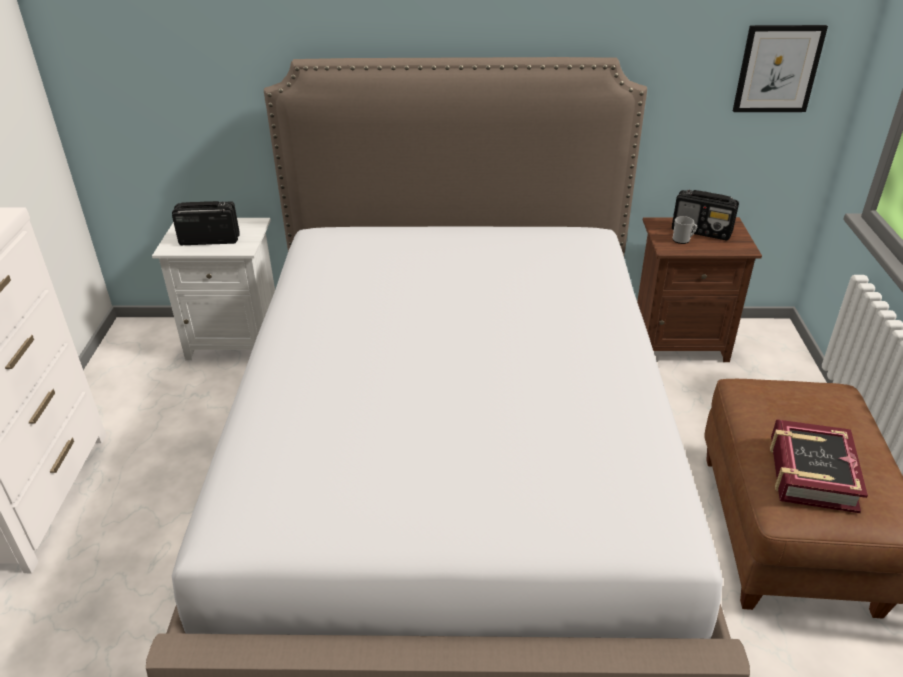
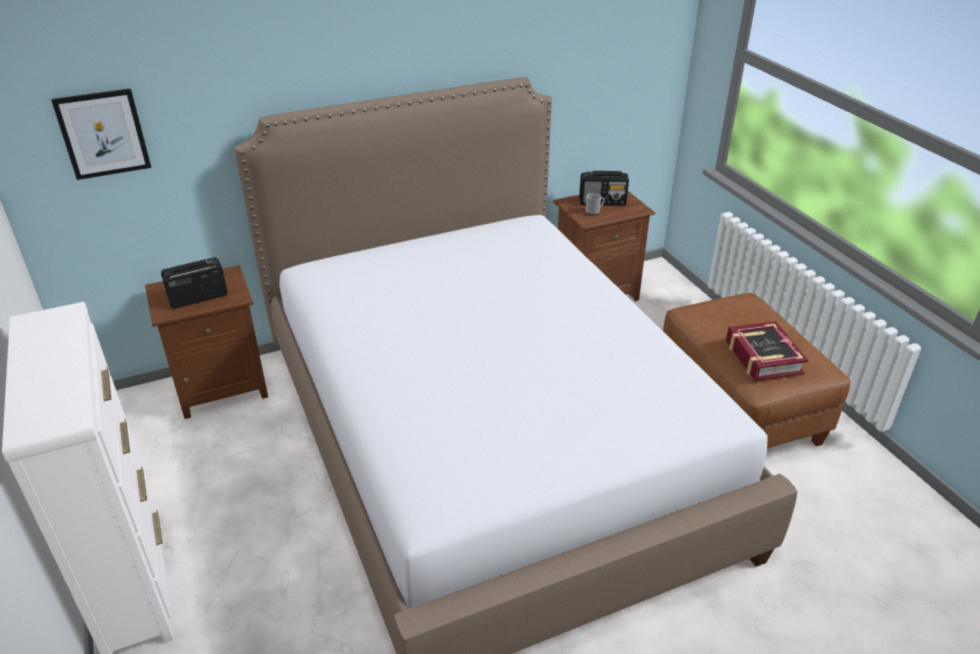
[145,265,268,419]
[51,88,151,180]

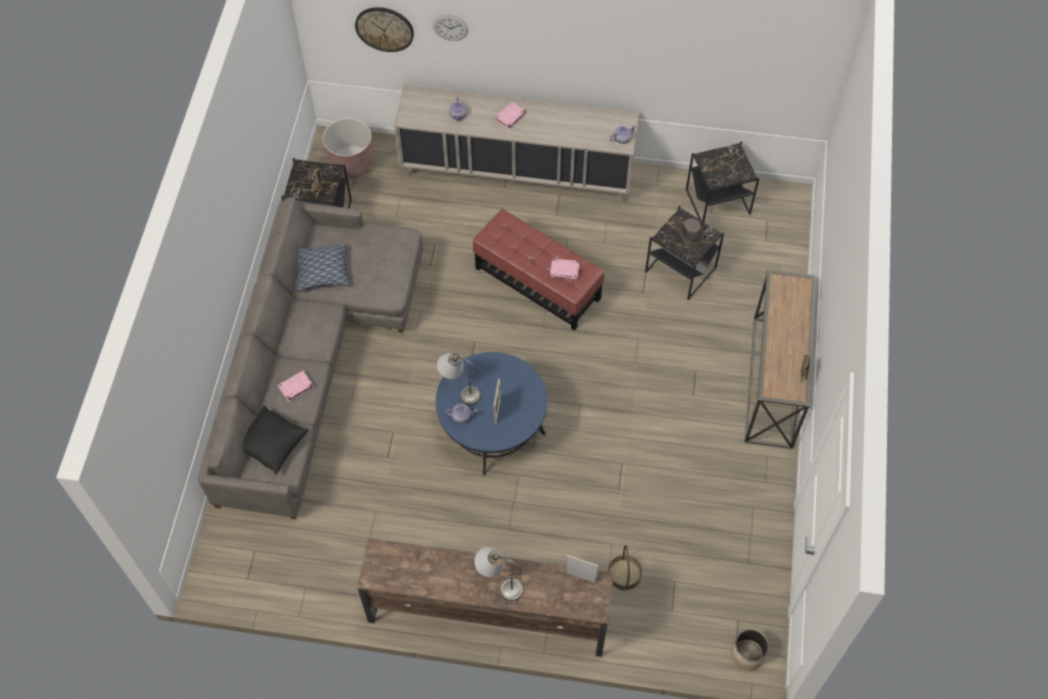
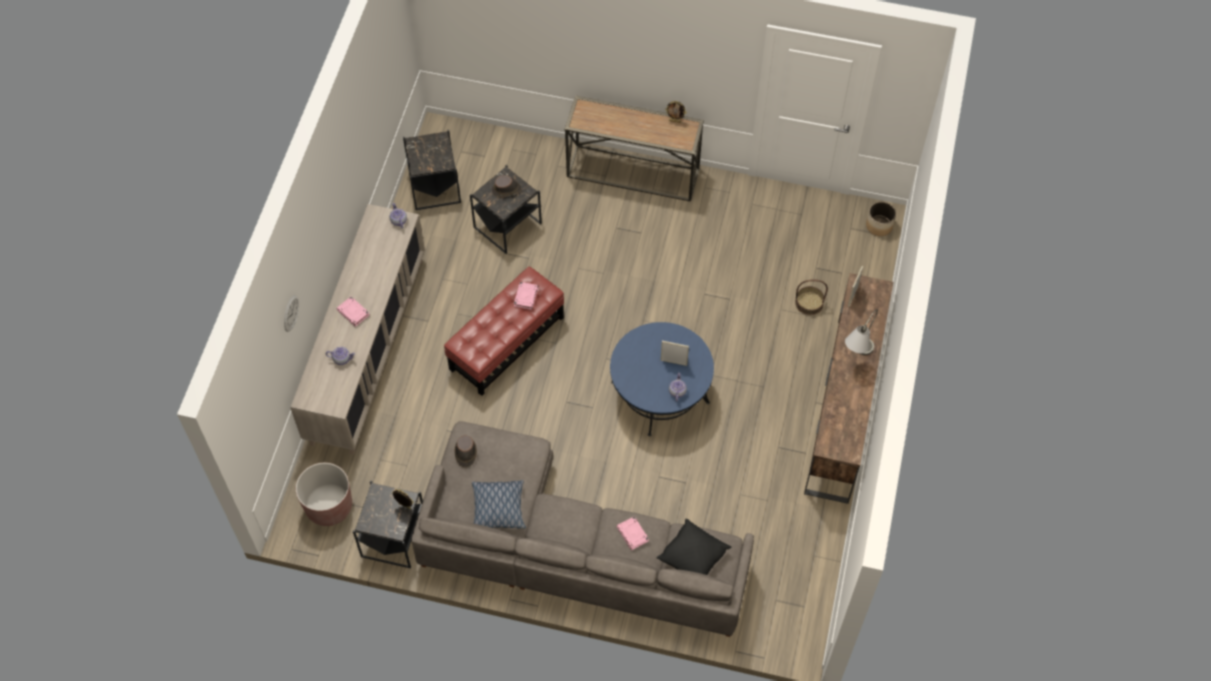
[355,7,414,52] (first image)
[437,353,481,405] (first image)
[454,435,477,468]

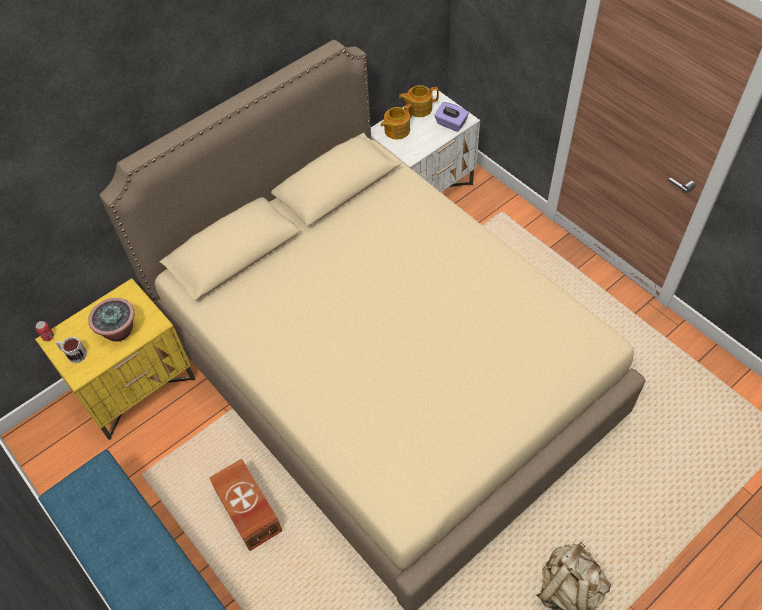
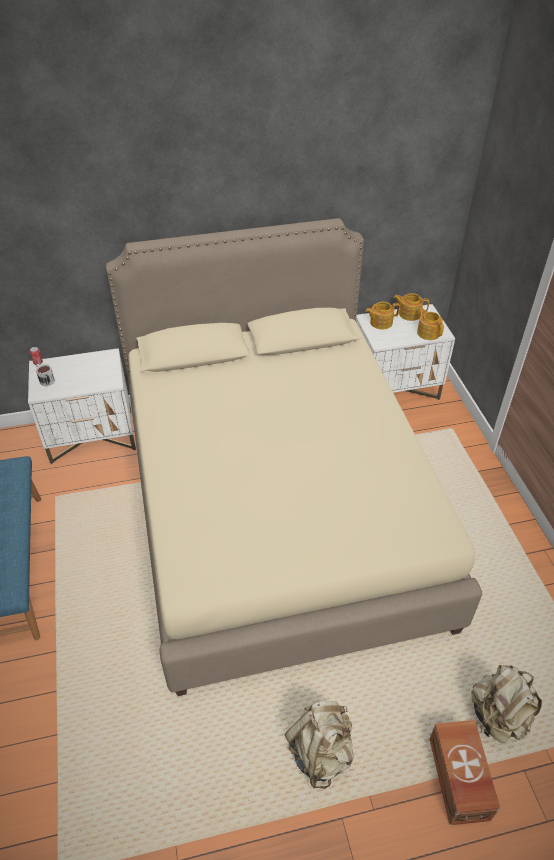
[28,348,136,464]
[88,298,135,341] (first image)
[429,720,500,825]
[417,308,444,340]
[471,665,542,742]

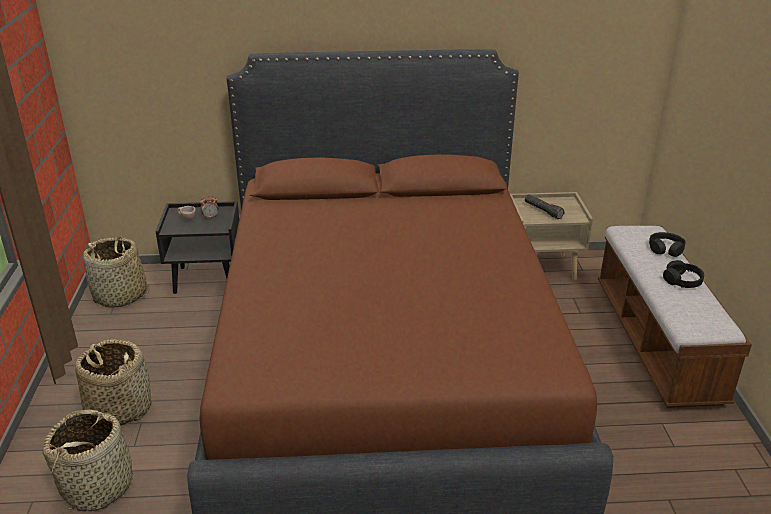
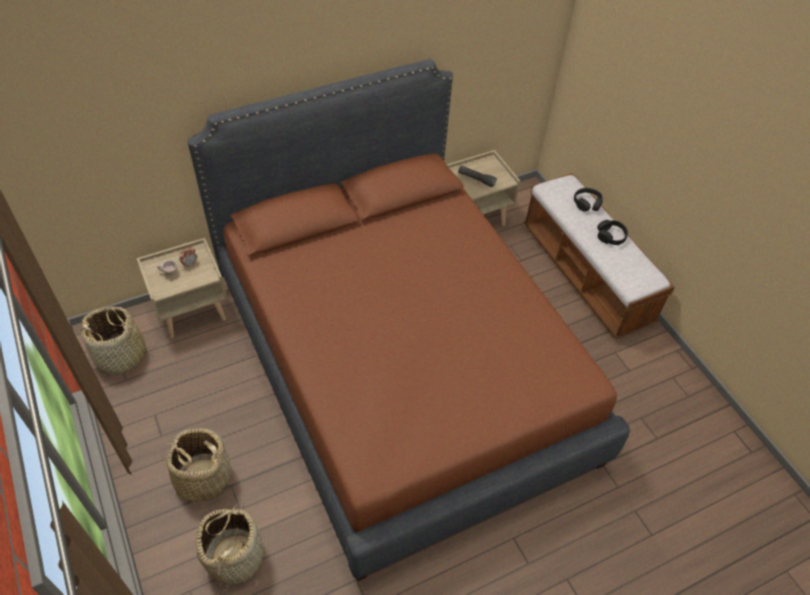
[136,238,227,338]

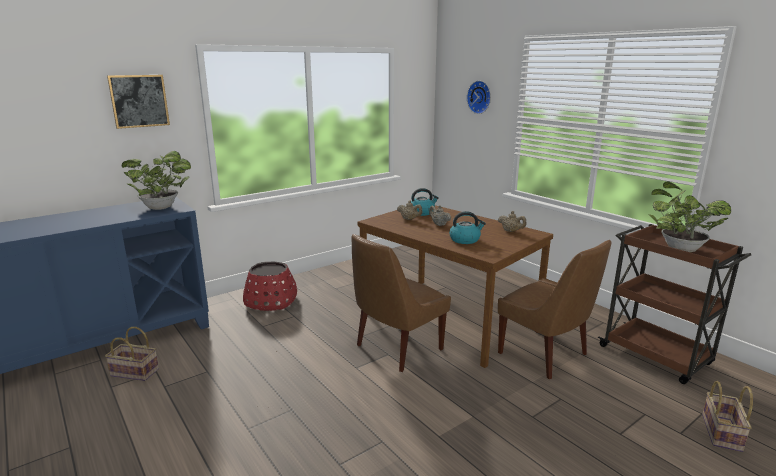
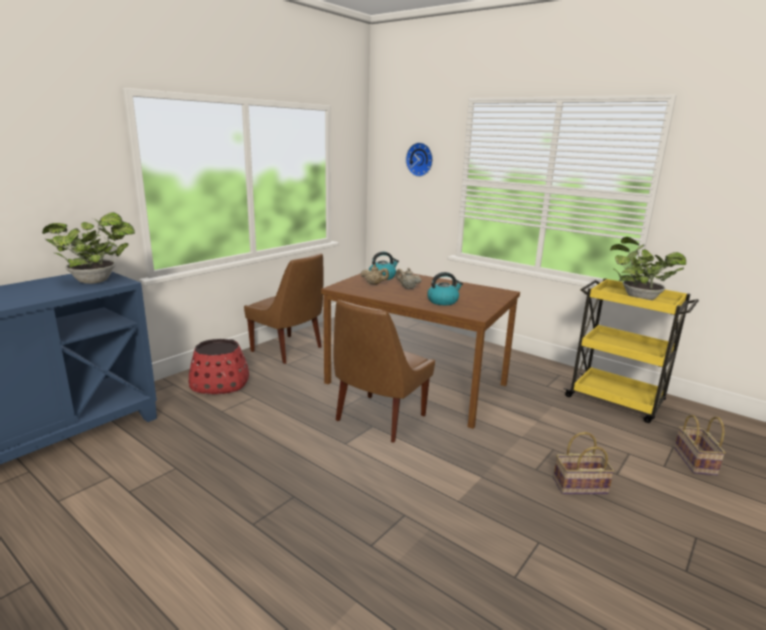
[553,432,615,494]
[107,75,170,129] (first image)
[498,211,527,232] (first image)
[244,253,323,364]
[563,278,699,423]

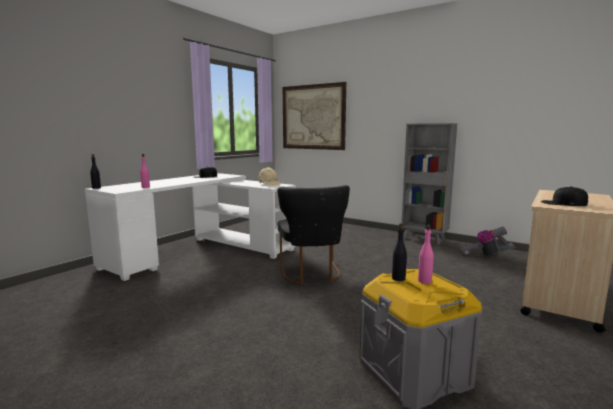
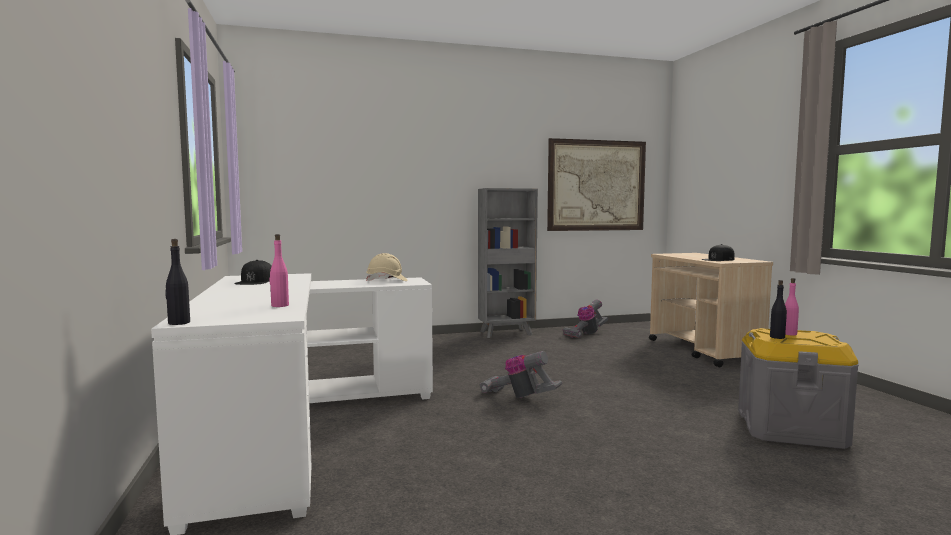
[480,351,562,398]
[547,138,646,231]

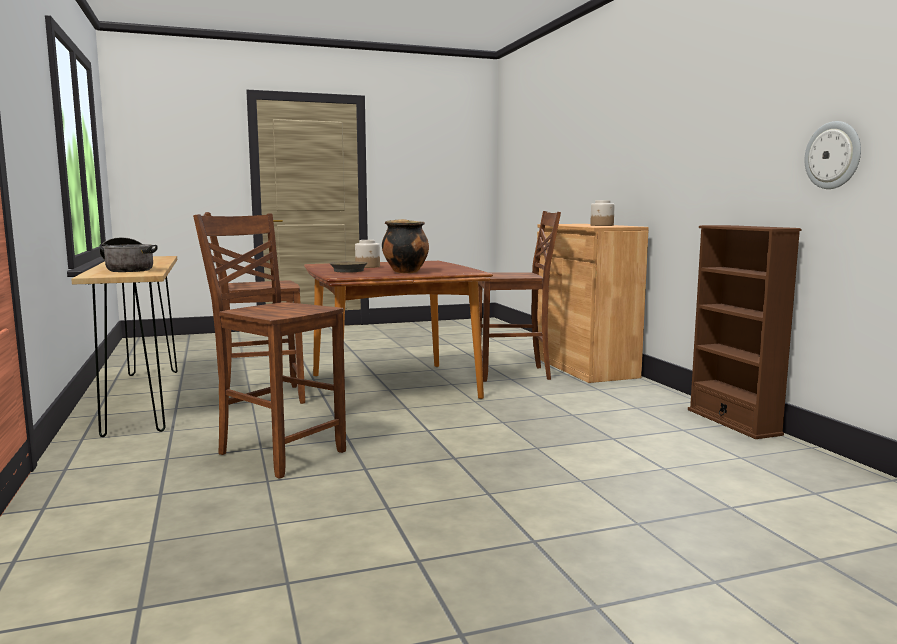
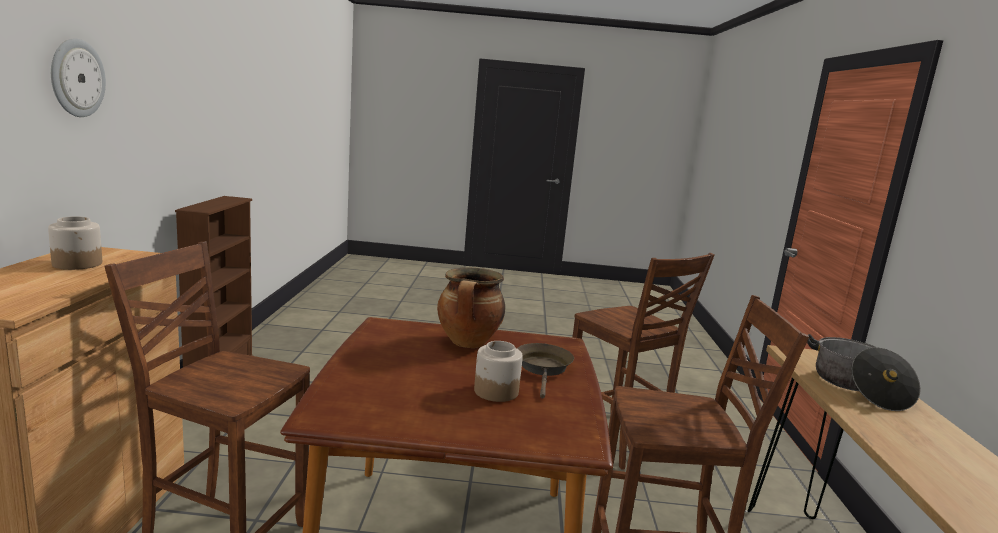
[51,39,106,117]

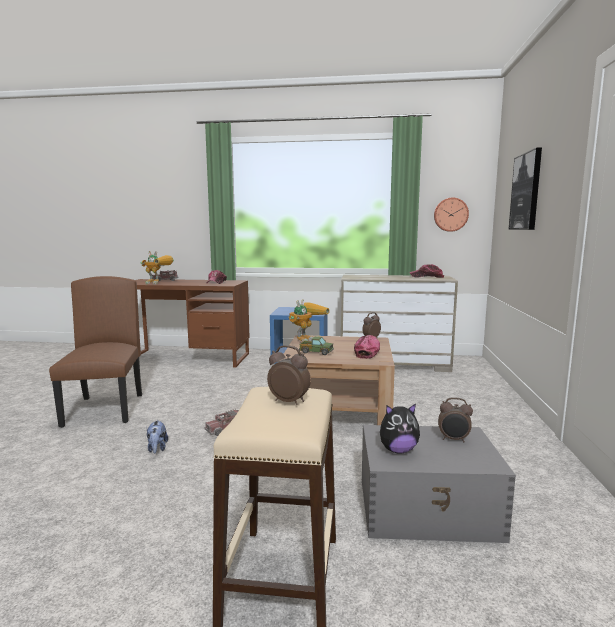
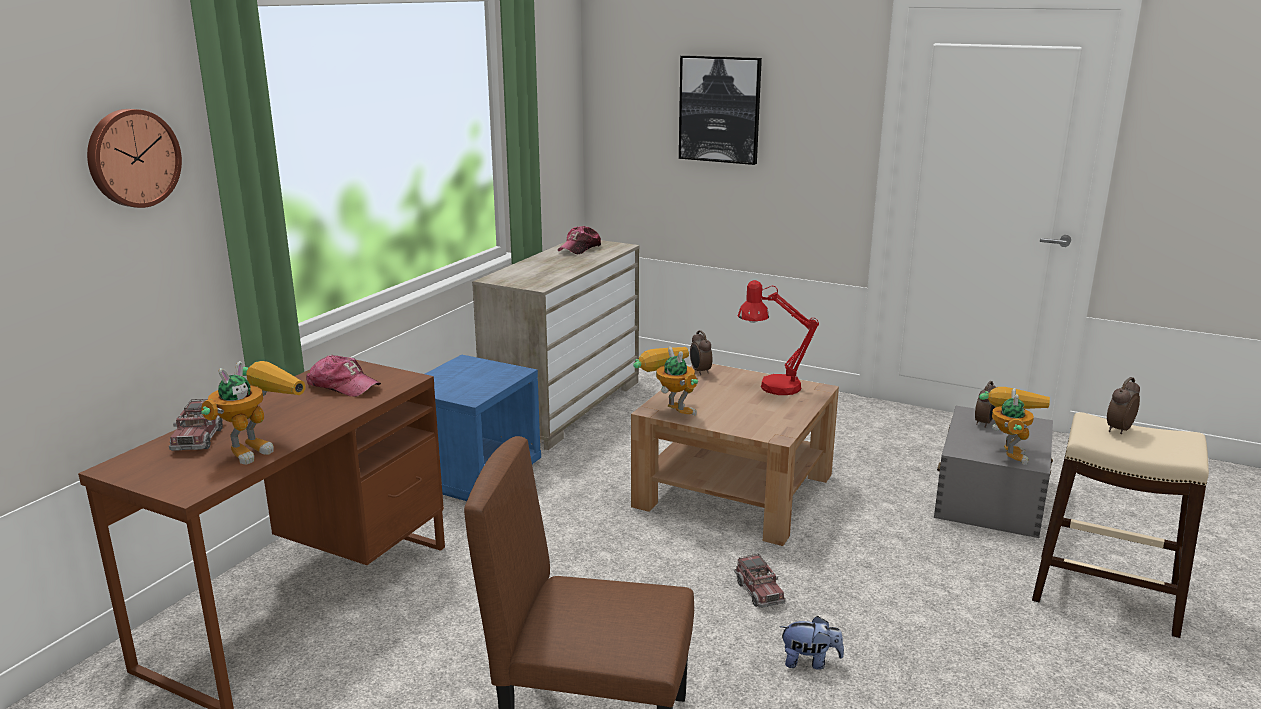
[299,336,334,355] (first image)
[738,280,819,395]
[979,387,1050,465]
[87,109,182,208]

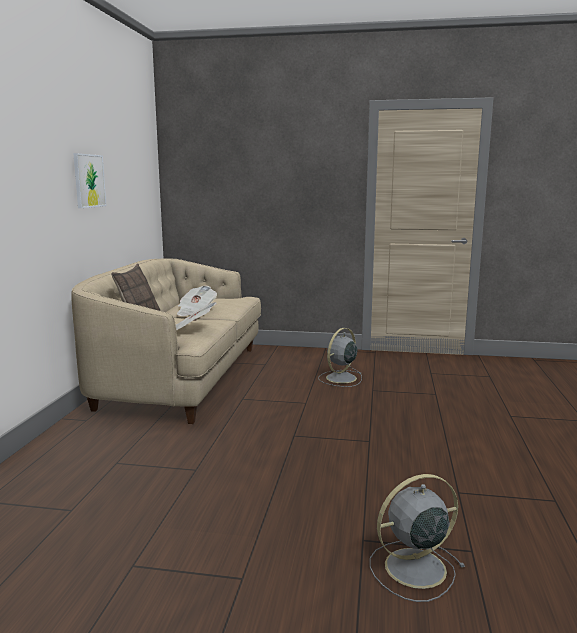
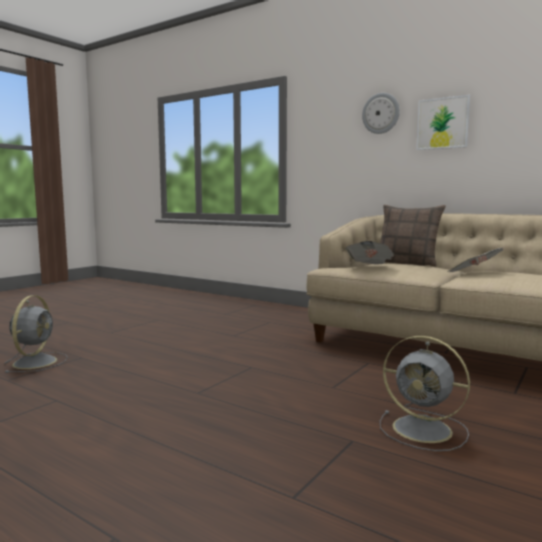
[380,336,470,451]
[362,93,400,134]

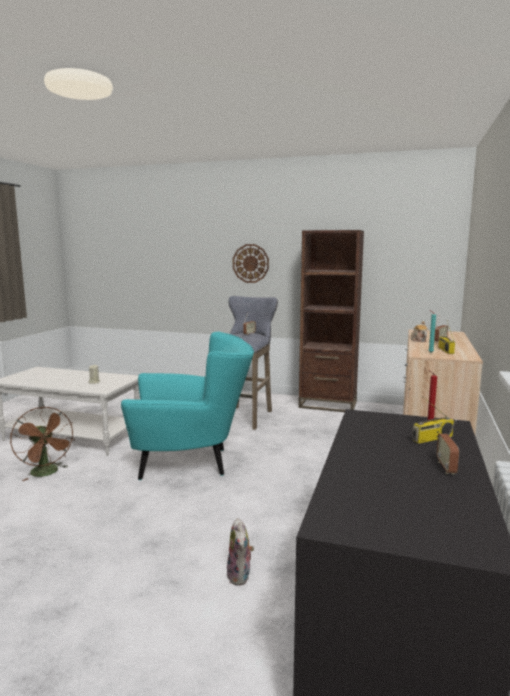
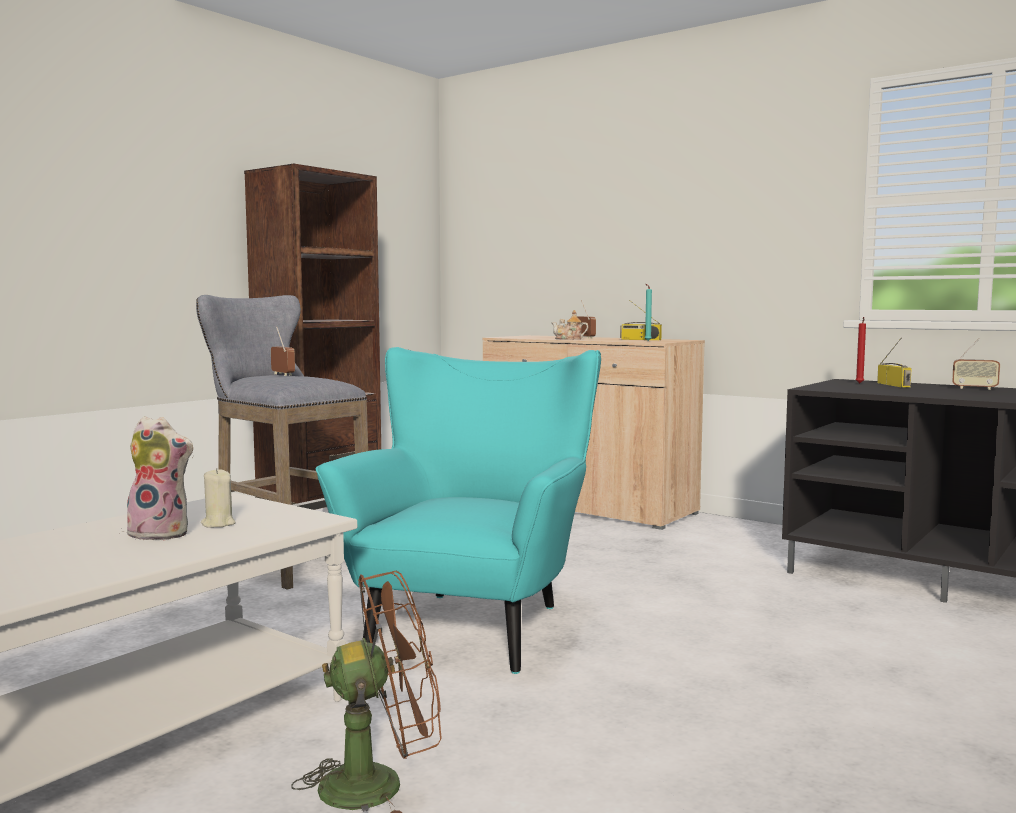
[124,416,193,540]
[233,244,269,283] (first image)

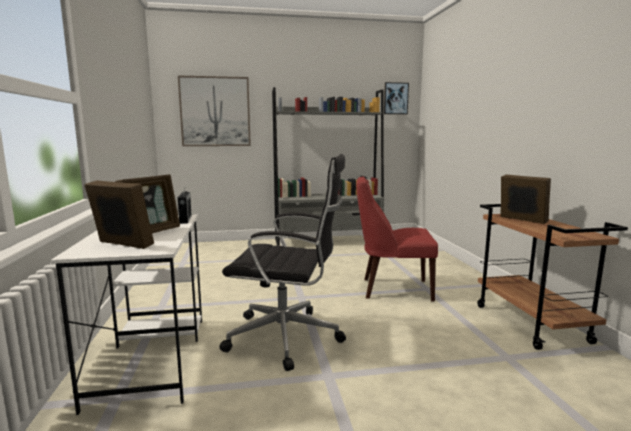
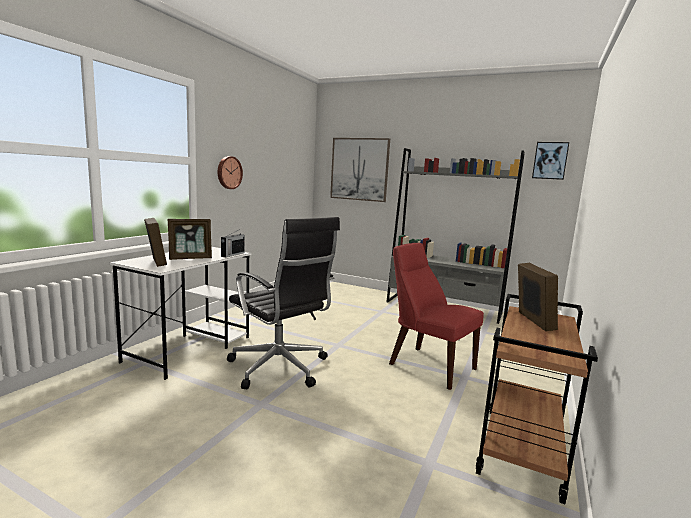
[218,156,243,189]

